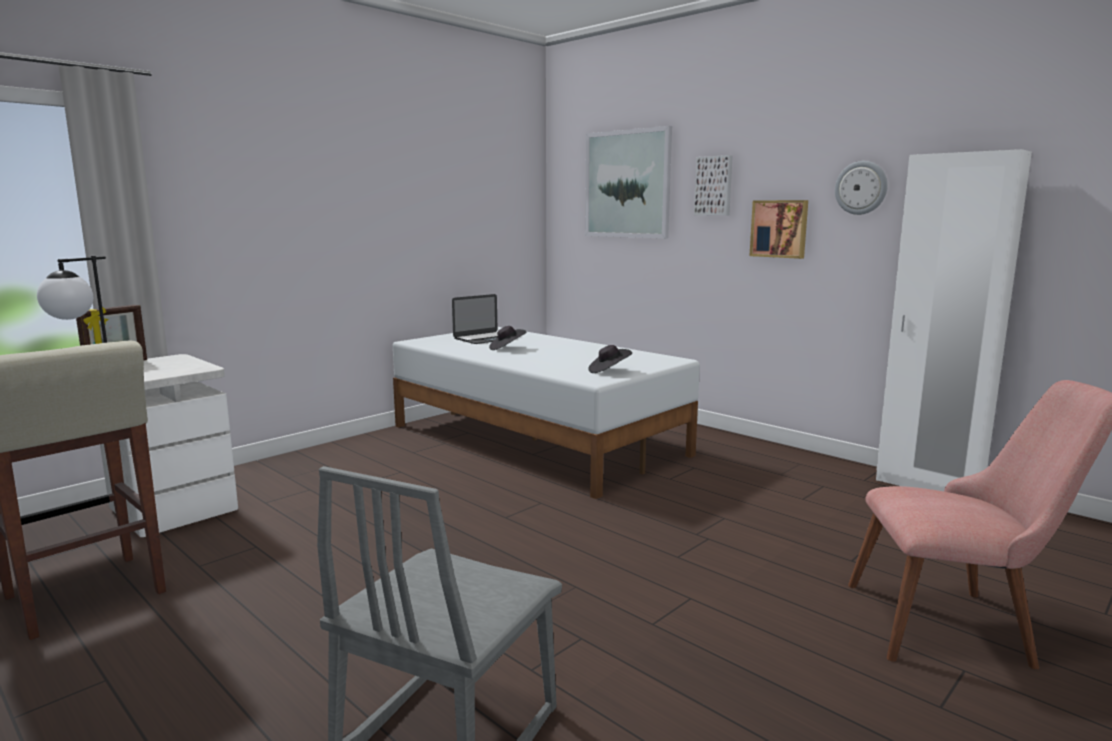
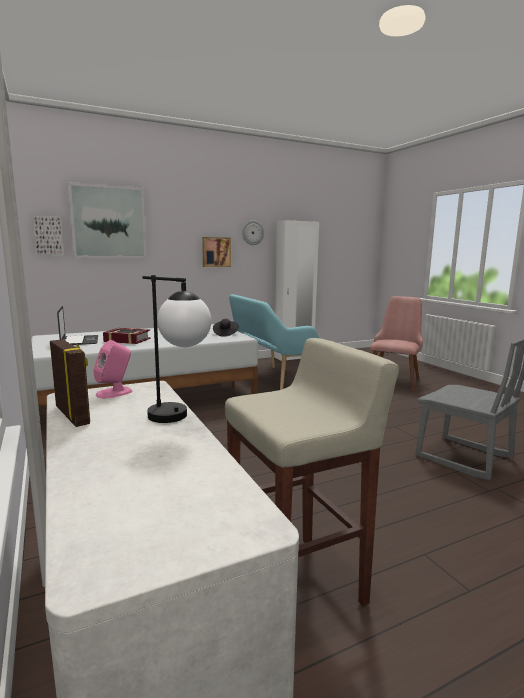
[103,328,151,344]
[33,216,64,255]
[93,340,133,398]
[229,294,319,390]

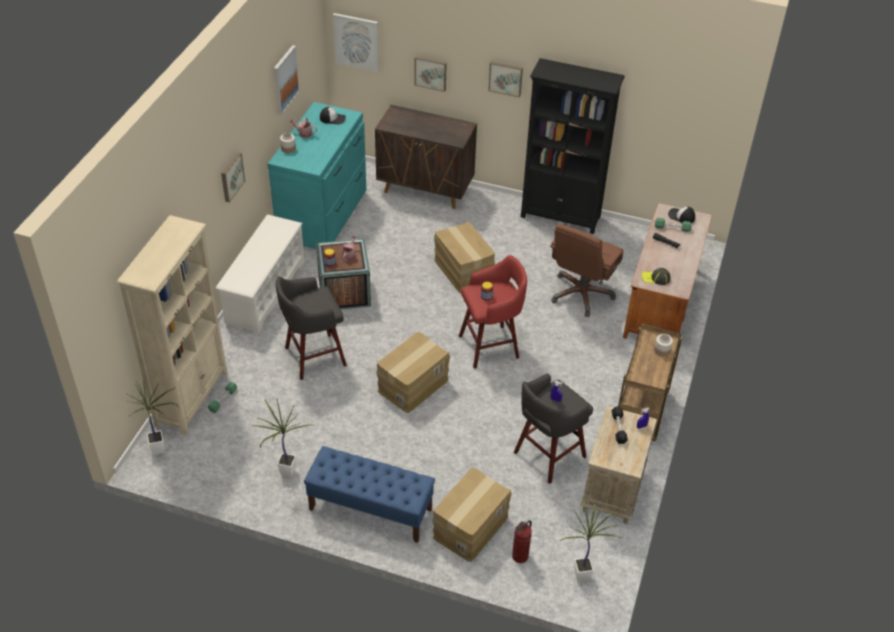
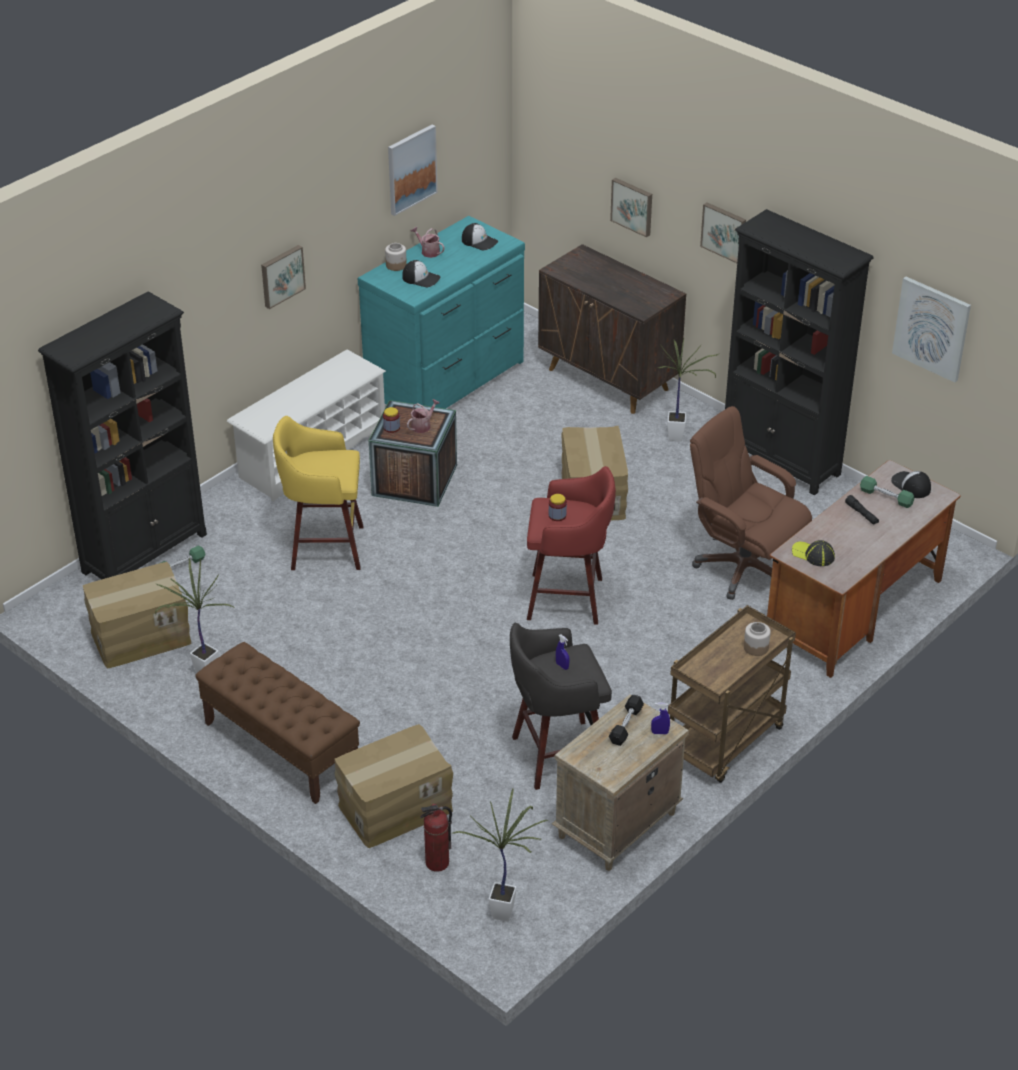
[38,291,207,580]
[658,338,718,441]
[273,416,364,570]
[195,642,360,804]
[892,277,971,383]
[83,562,192,669]
[690,406,812,600]
[402,260,440,287]

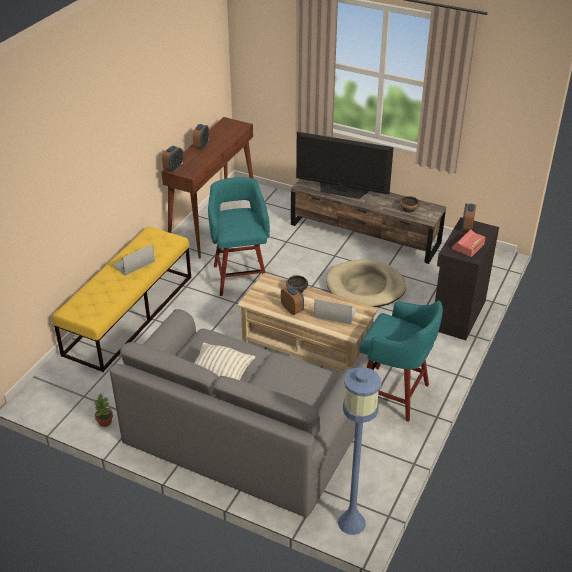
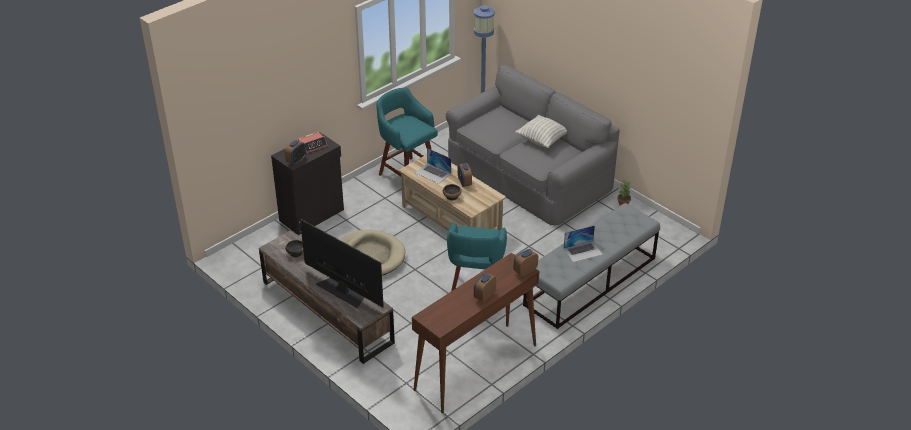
[523,203,660,329]

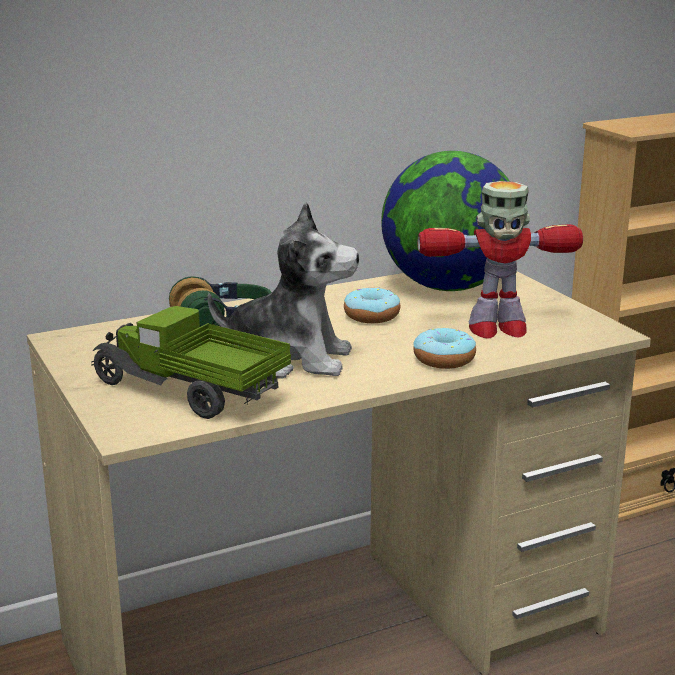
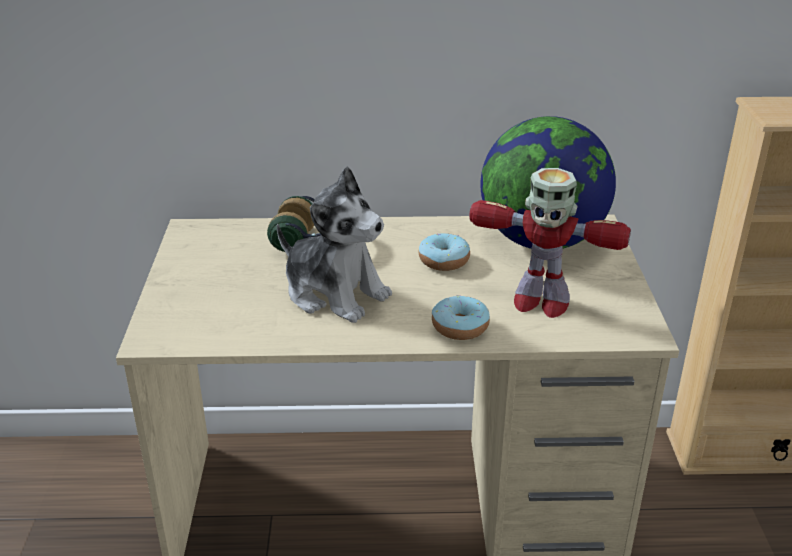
[91,306,291,419] (first image)

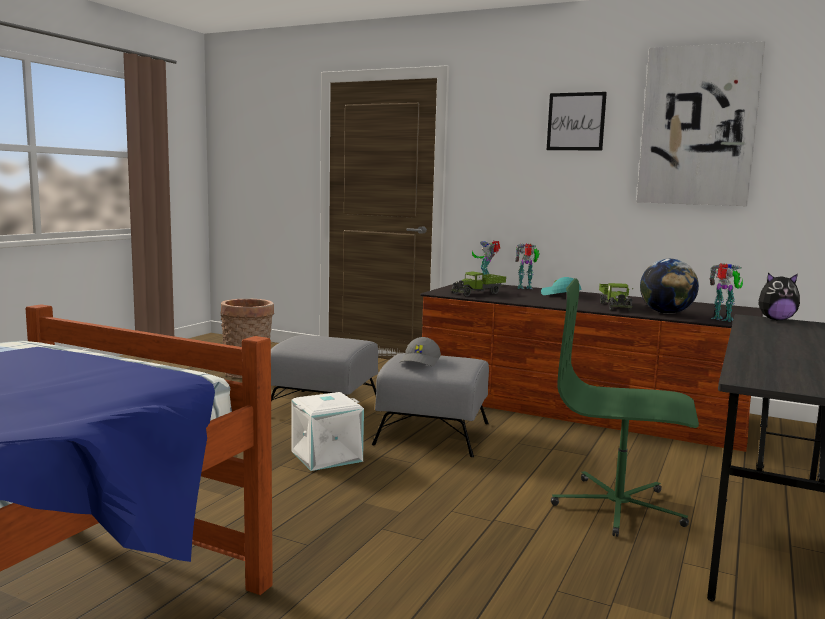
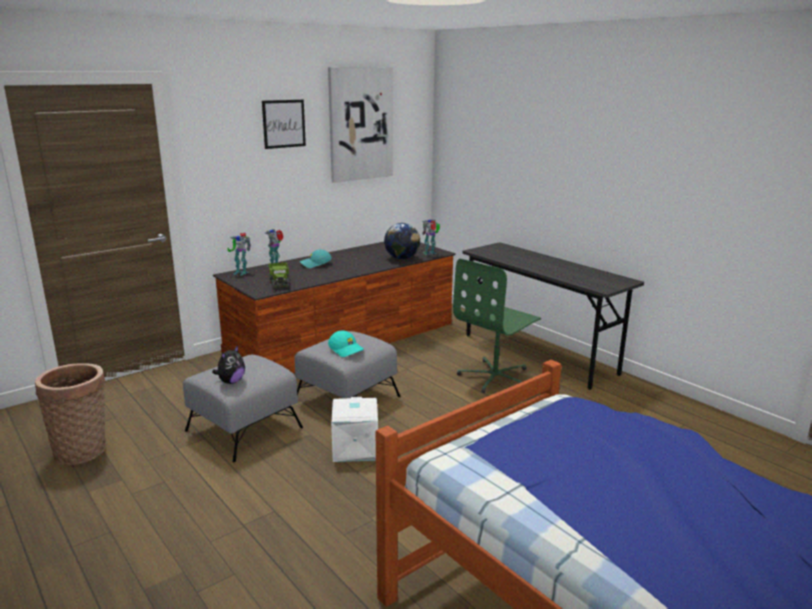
[328,330,364,357]
[599,283,633,311] (first image)
[212,346,245,384]

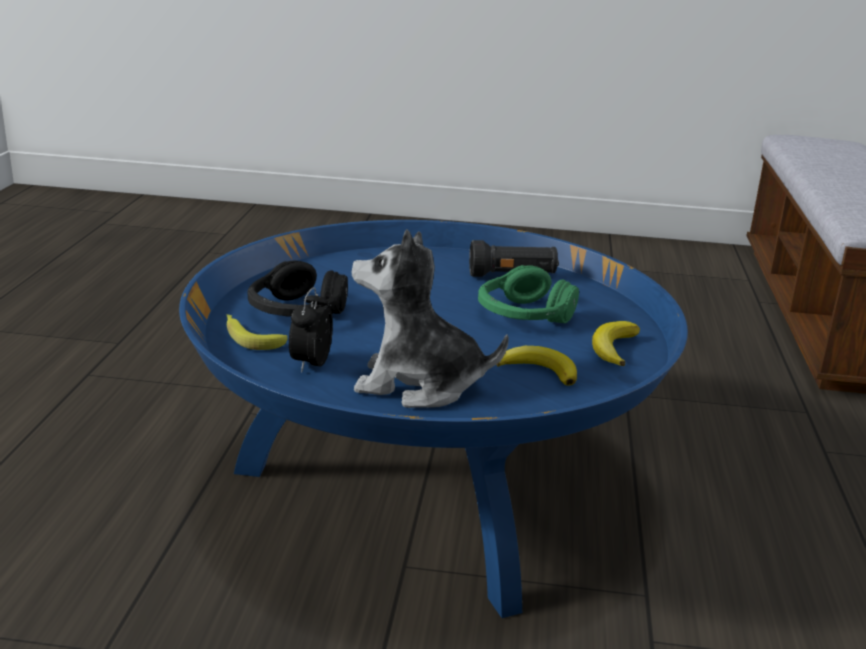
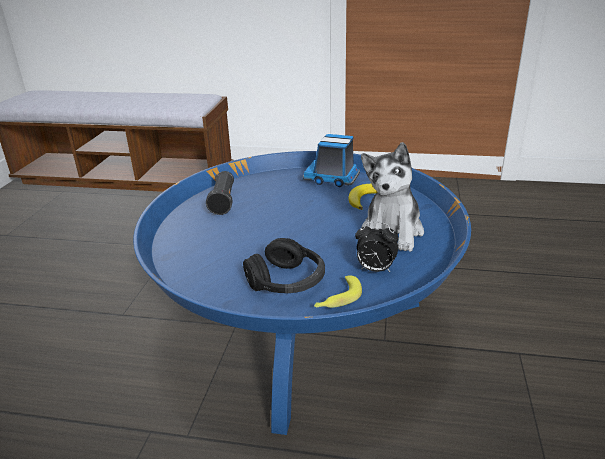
[478,265,579,323] (first image)
[303,134,360,187]

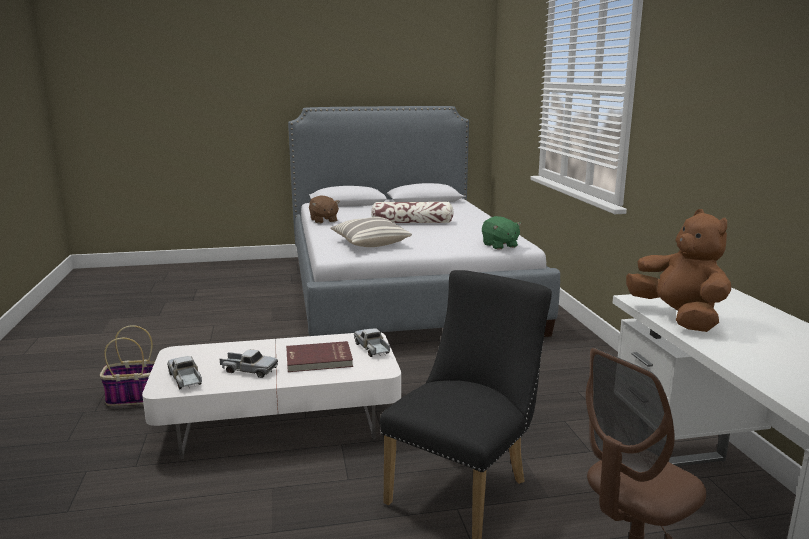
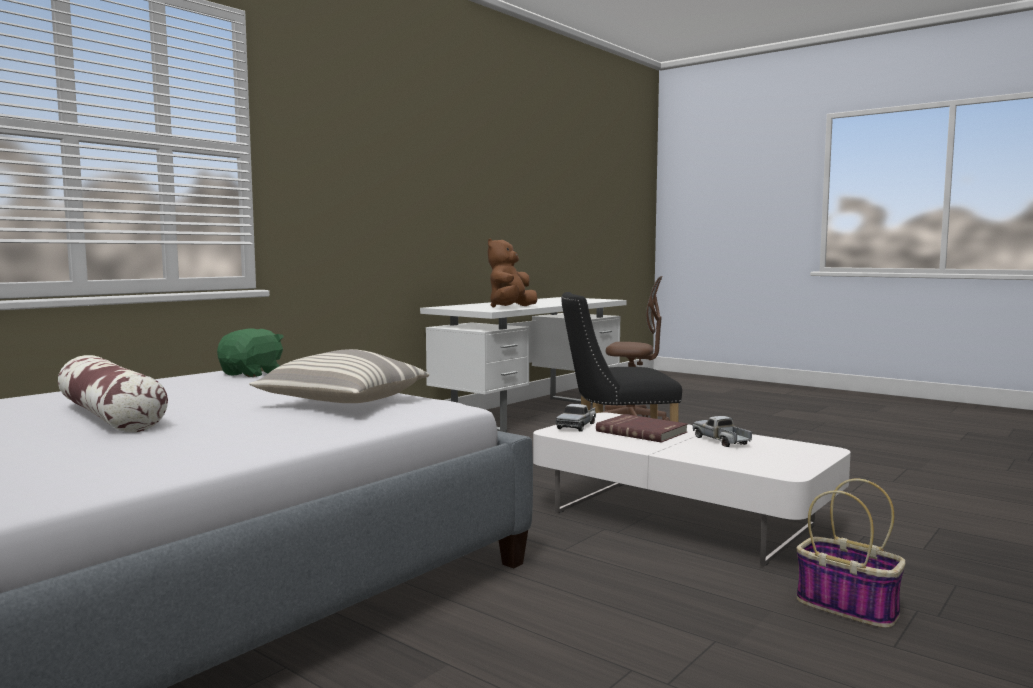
[167,356,202,389] (first image)
[309,195,340,224] (first image)

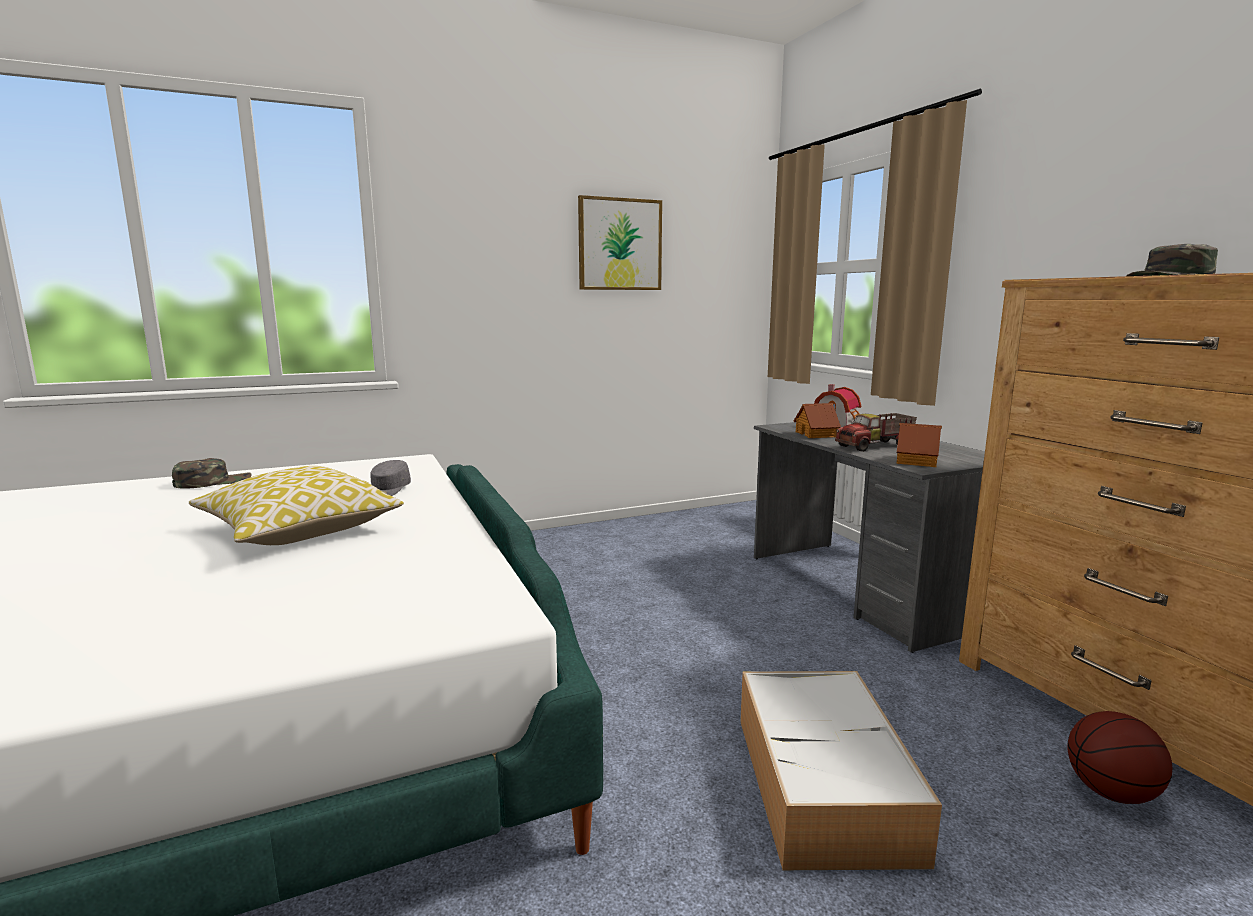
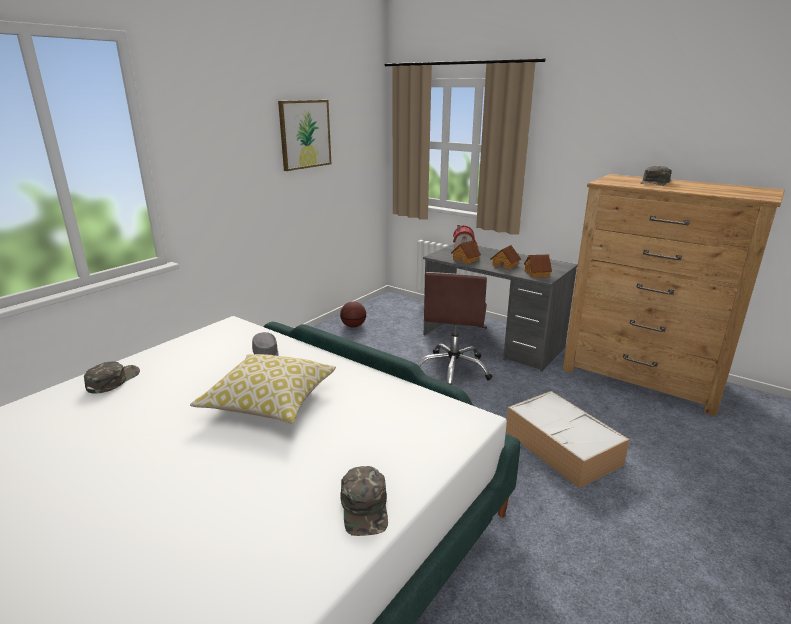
[490,245,521,270]
[340,301,366,328]
[340,466,388,536]
[417,272,493,385]

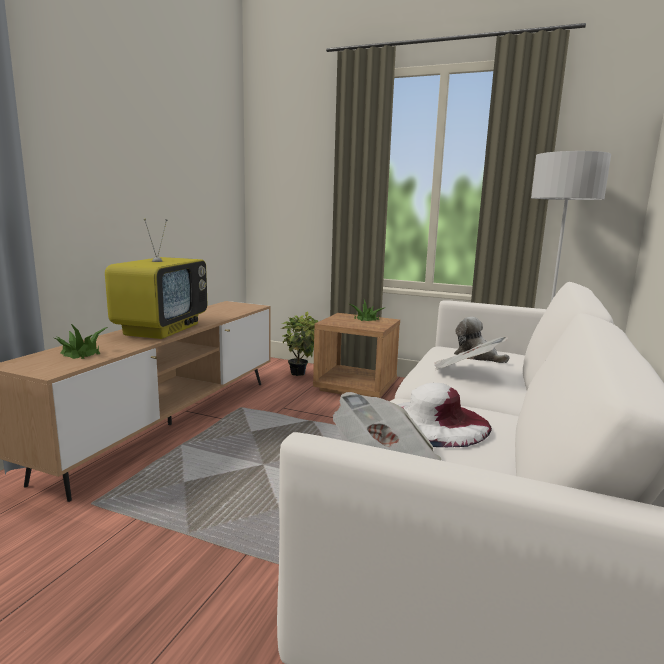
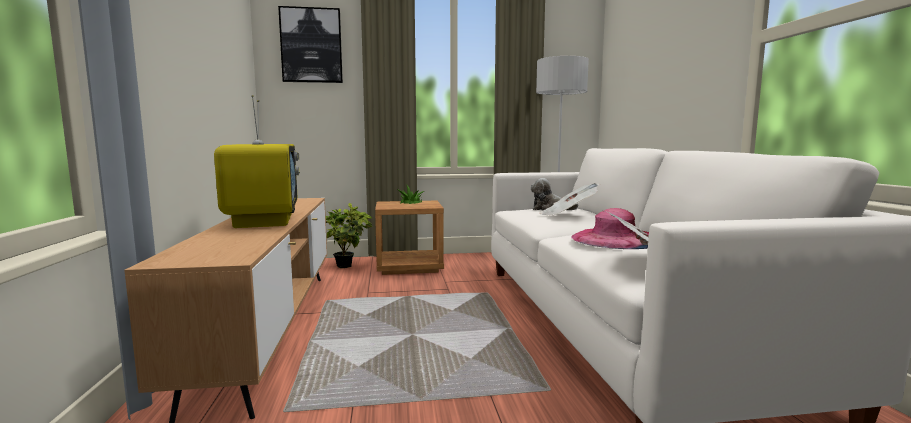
[55,324,108,359] (first image)
[571,208,649,249]
[278,6,343,83]

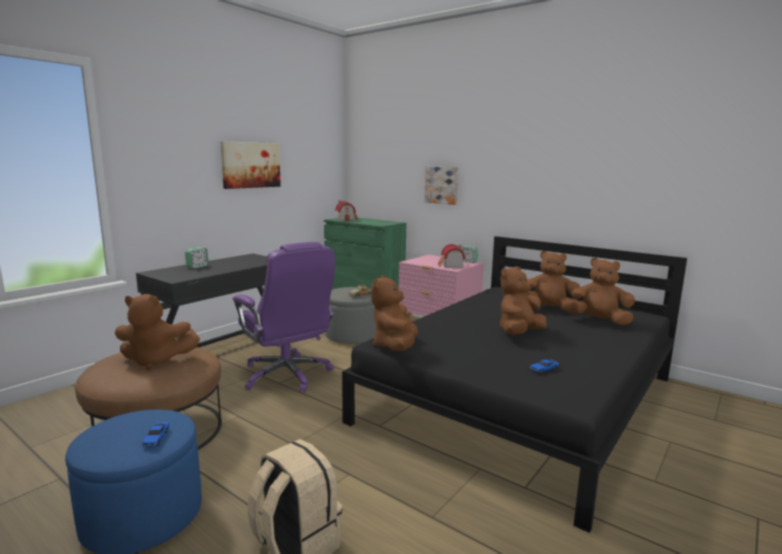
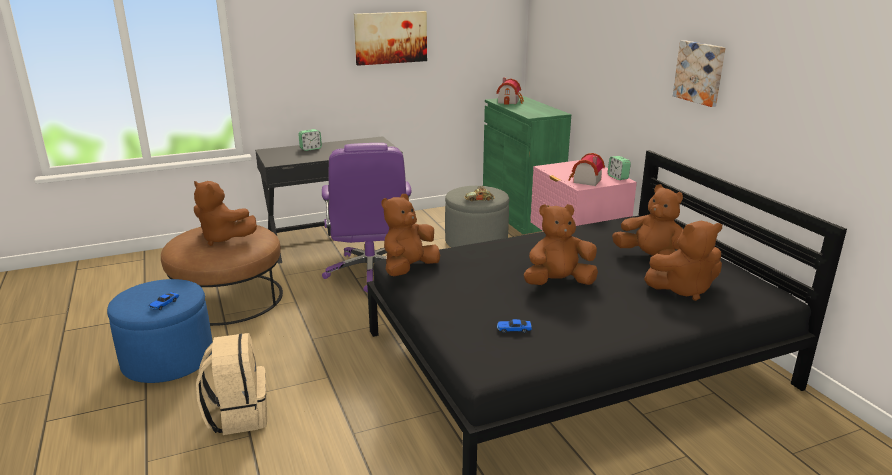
[673,40,726,107]
[644,221,722,301]

